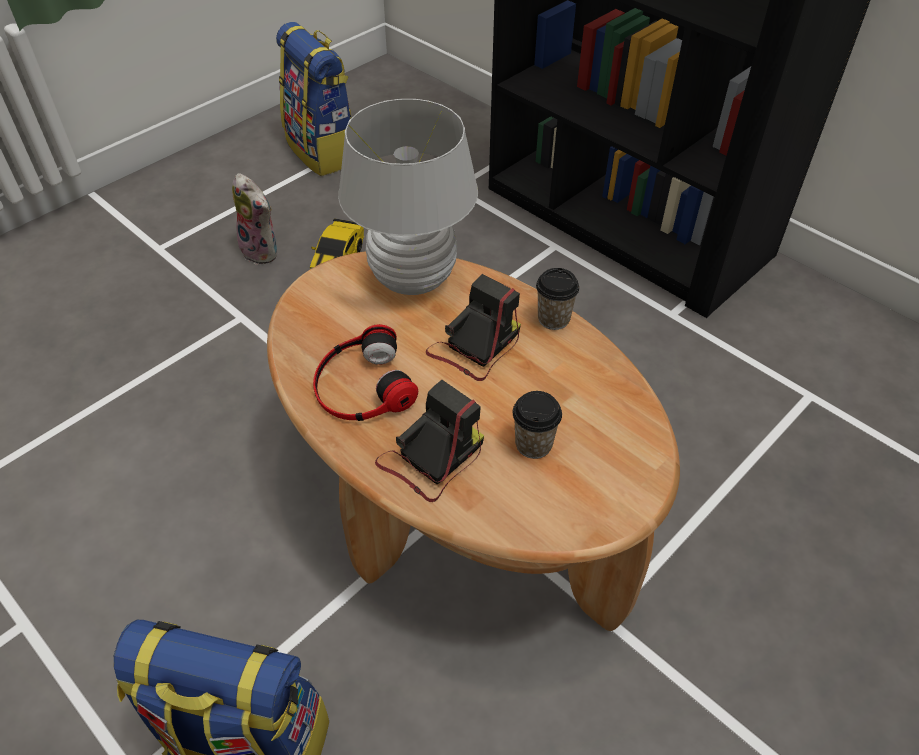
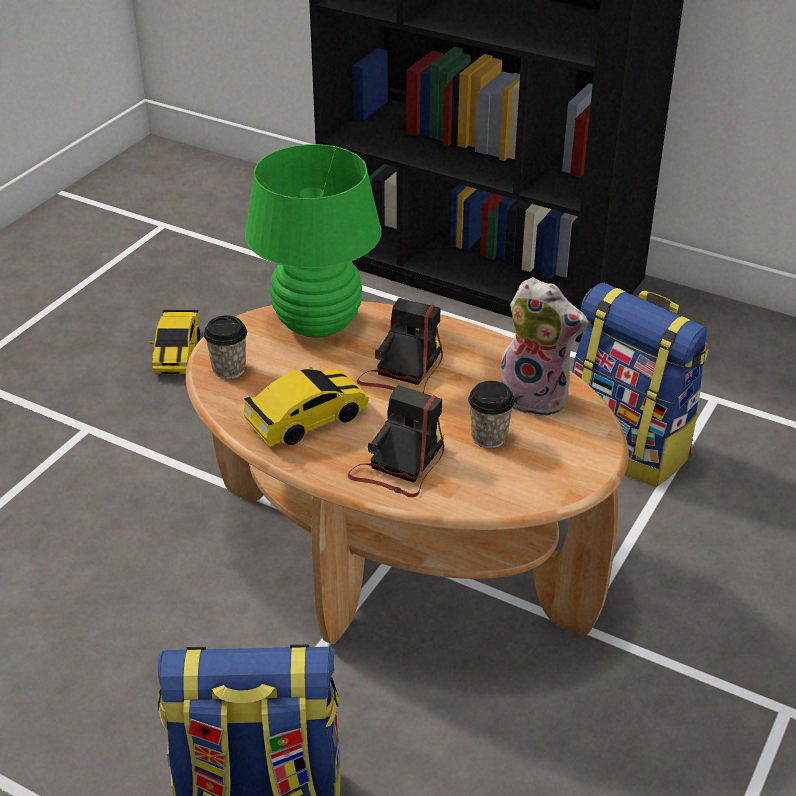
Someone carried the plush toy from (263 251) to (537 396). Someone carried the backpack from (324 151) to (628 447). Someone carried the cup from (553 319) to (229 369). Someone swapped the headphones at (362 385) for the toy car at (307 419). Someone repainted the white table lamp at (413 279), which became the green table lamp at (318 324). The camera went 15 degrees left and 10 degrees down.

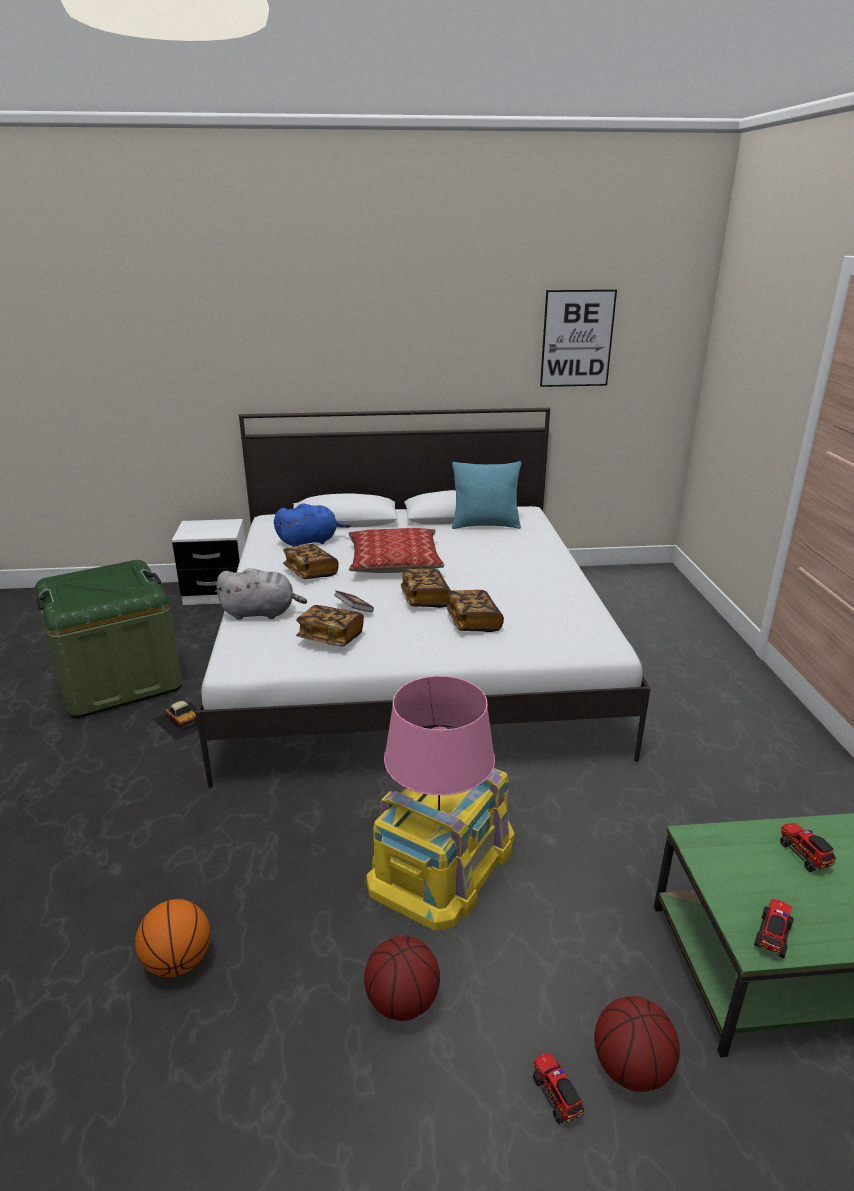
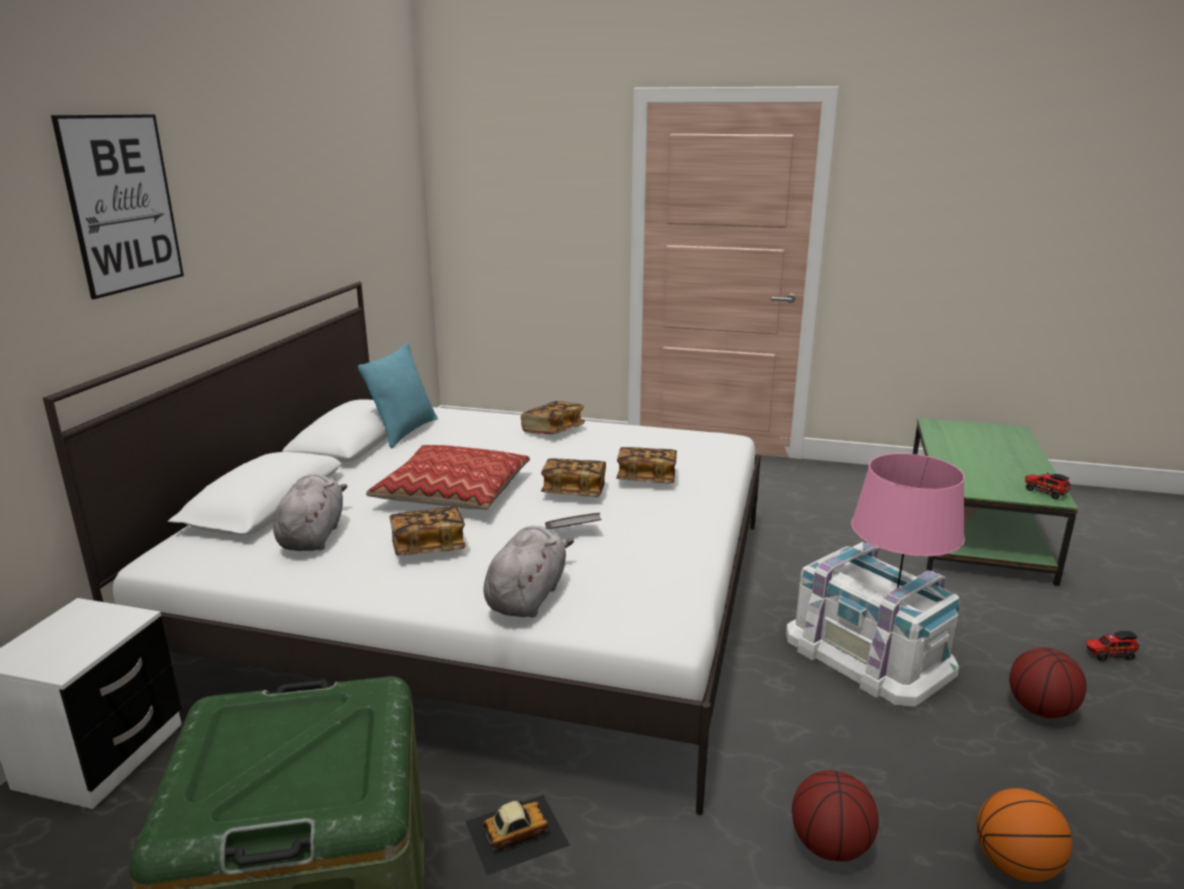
Someone took away the toy truck at (803 854). Someone carried the book from (331 637) to (553 431). Someone carried the picture from (577 339) to (122 203). Someone carried the basketball from (630 1067) to (829 846). Someone repainted the blue plush toy at (310 541), which became the grey plush toy at (313 536). Someone repainted the yellow storage box at (443 861), which became the white storage box at (869 653). The camera went 70 degrees left and 5 degrees down.

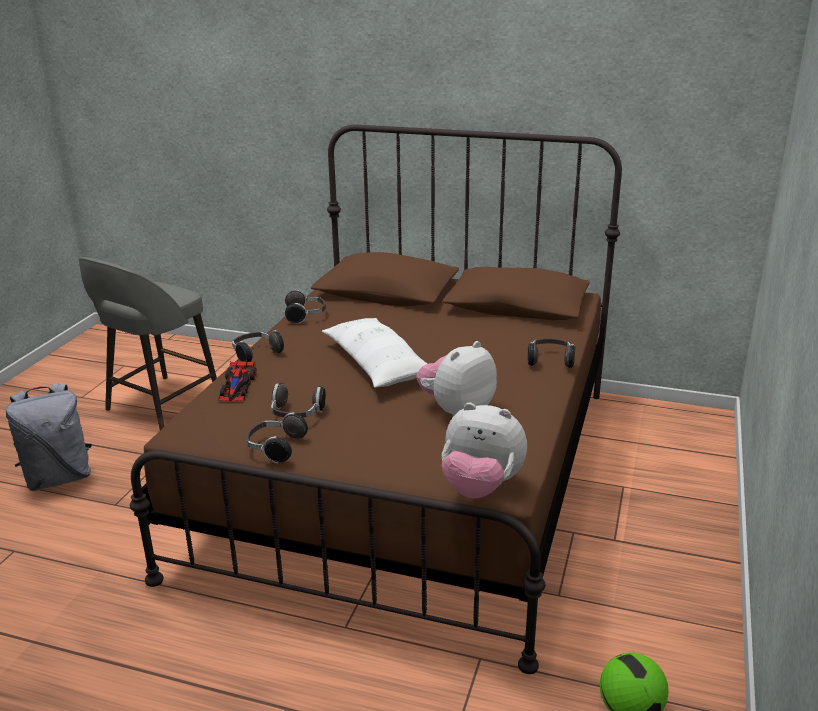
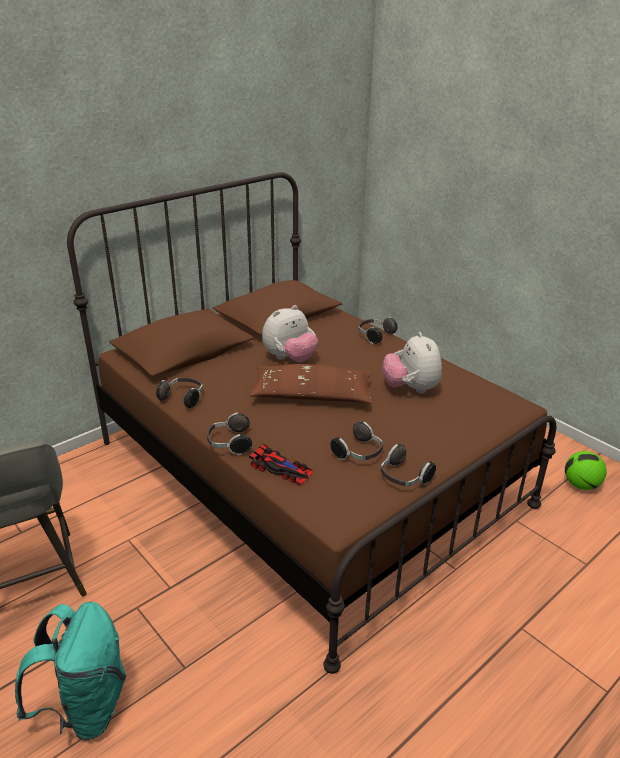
Someone carried the plush toy from (481 487) to (290 359). Someone repainted the grey backpack at (59 478), which became the turquoise backpack at (86 707). Someone repainted the white pillow at (376 364), which became the brown pillow at (311 395). The camera went 60 degrees left and 5 degrees up.

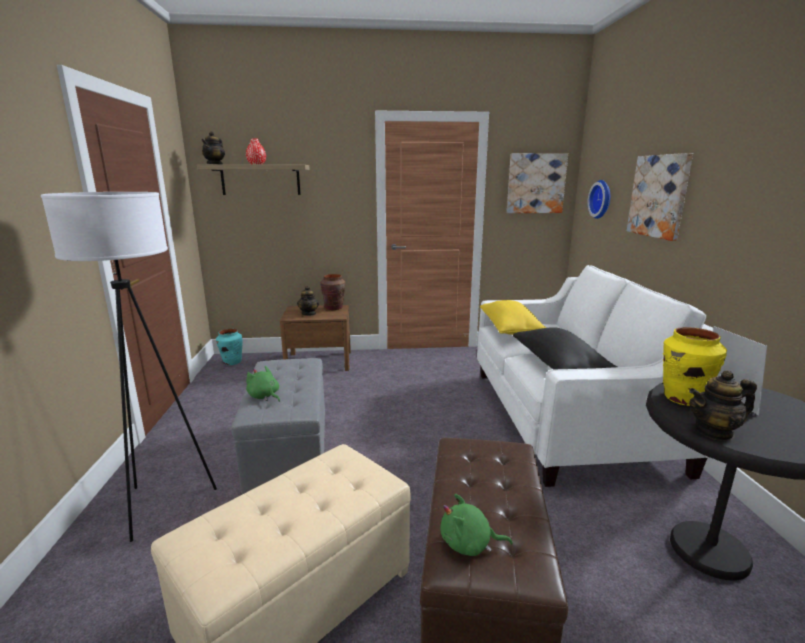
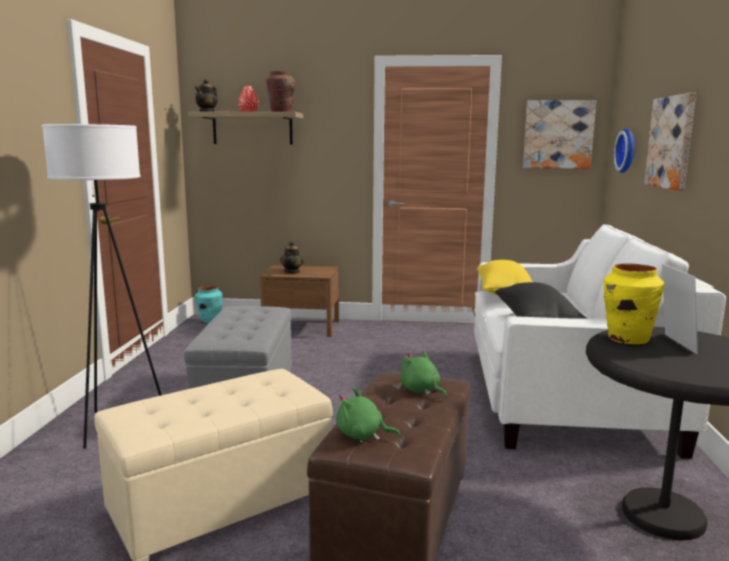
Someone took away the teapot at (714 432). Someone carried the green plush toy from (264 396) to (421 390). Someone carried the brown vase from (334 308) to (281 112). The camera went 10 degrees right and 5 degrees down.

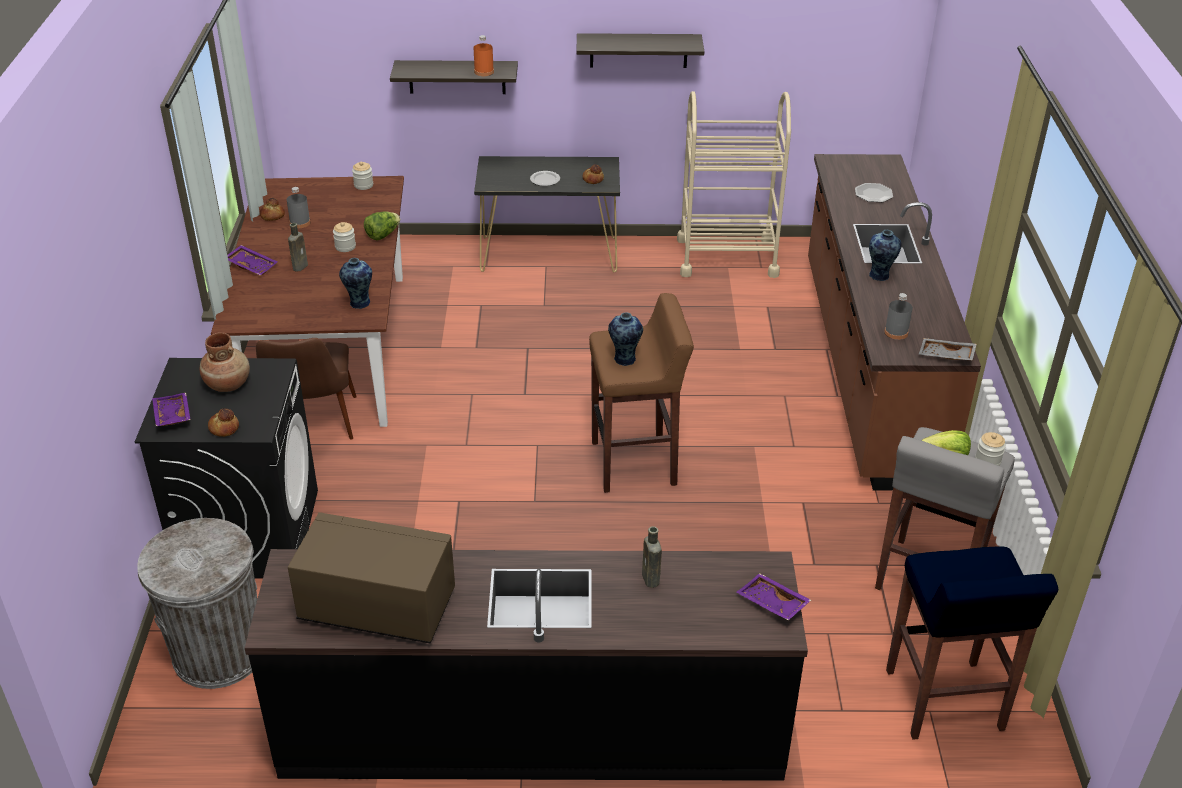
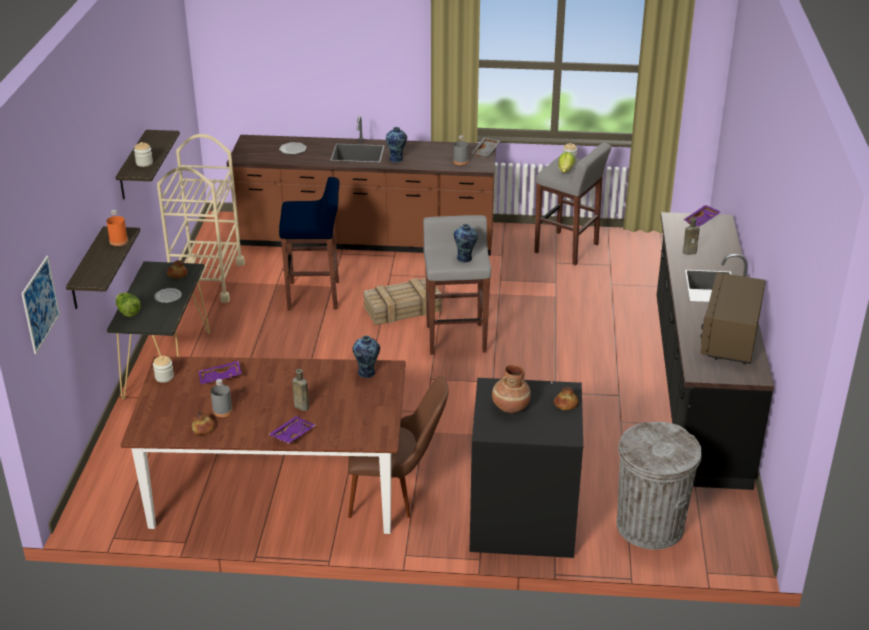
Someone put up the picture at (40 304). Someone put down the crate at (403 309). Someone carried the purple tray from (171 416) to (220 378). Someone carried the jar from (345 247) to (144 163). Someone carried the lettuce from (383 235) to (128 312). Someone carried the blue stool from (944 701) to (315 296). Someone repainted the brown stool at (635 463), which became the grey stool at (456 338). The camera went 85 degrees left and 5 degrees down.

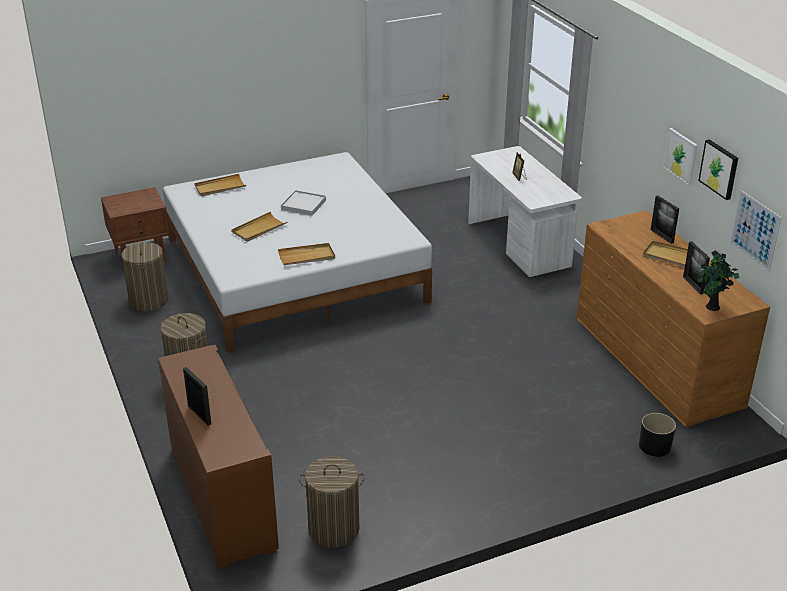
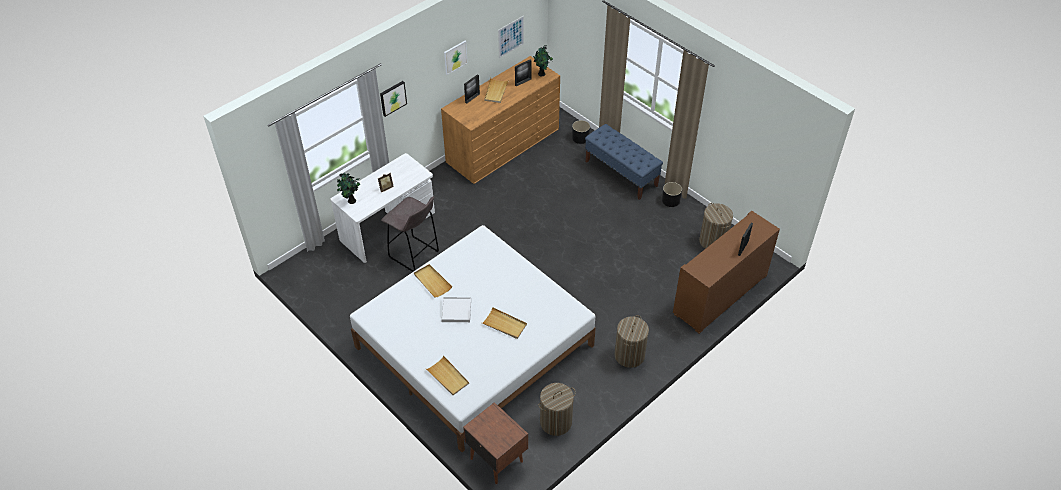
Someone put down the potted plant at (351 201). Someone put down the grey stool at (415 255). Someone put down the blue bench at (621 174). Someone put down the black planter at (671 200). Someone carried the beige tray from (307 256) to (432 282). Someone carried the picture from (719 169) to (392 98). The camera went 110 degrees left and 15 degrees up.

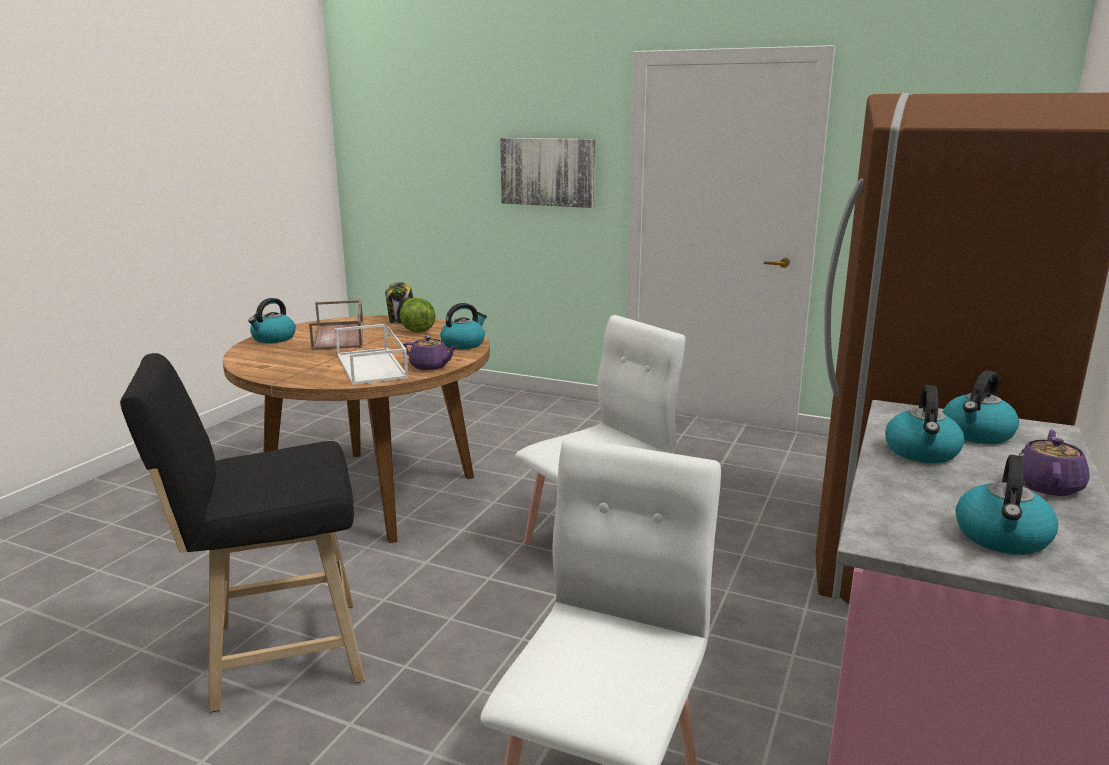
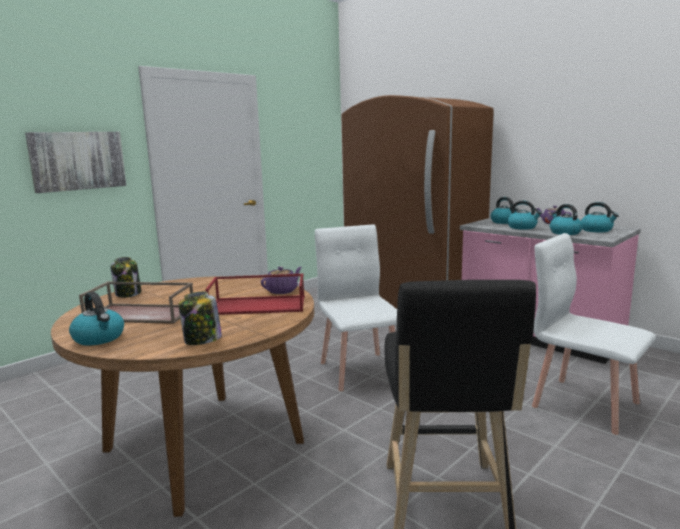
Someone took away the lettuce at (417 331). Someone put down the jar at (202 340). Someone carried the kettle from (463 344) to (564 232). Someone repainted the white tray at (372 366), which became the red tray at (259 305). The camera went 70 degrees left and 5 degrees down.

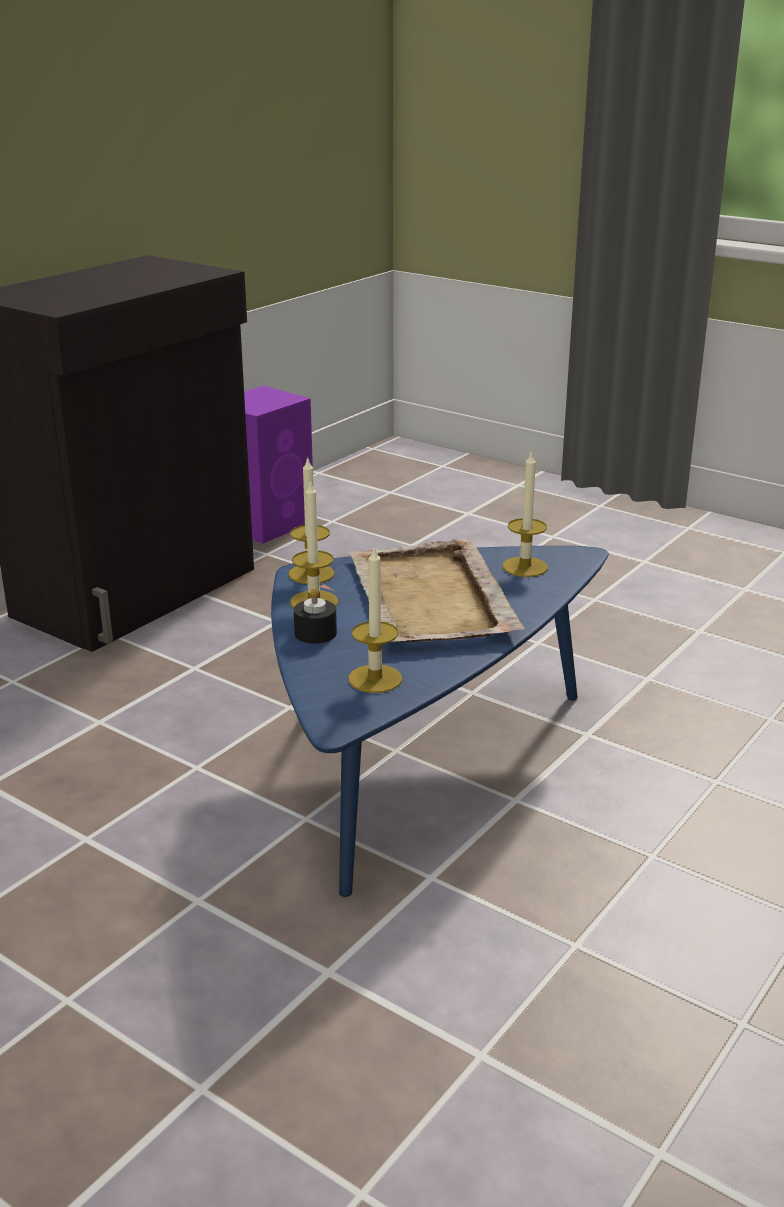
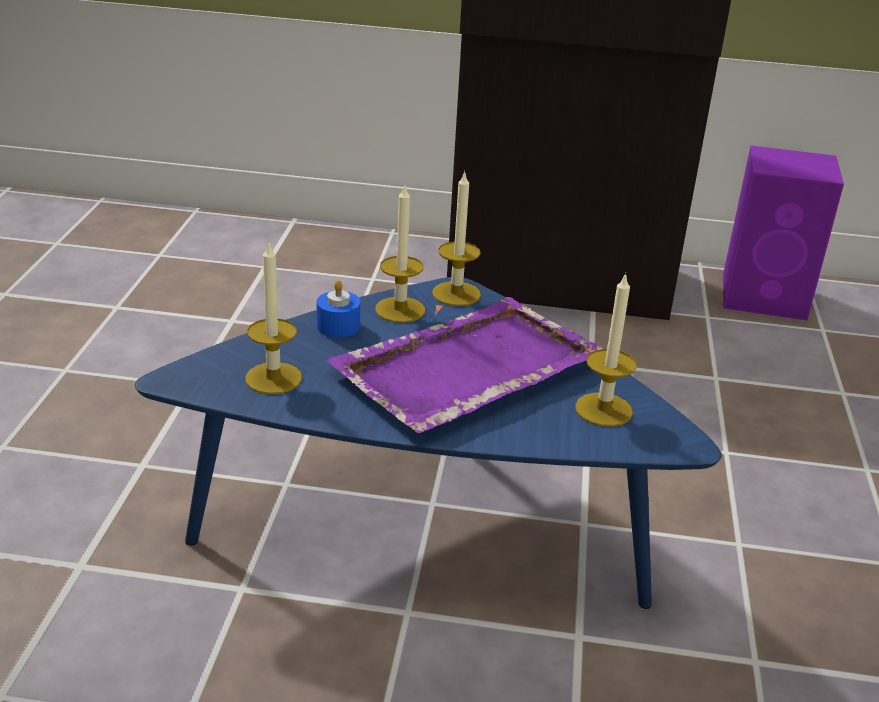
Someone repainted the black candle at (315 633), which became the blue candle at (338 326). Someone repainted the beige tray at (431 599), which became the purple tray at (465 369). The camera went 60 degrees right and 5 degrees up.

